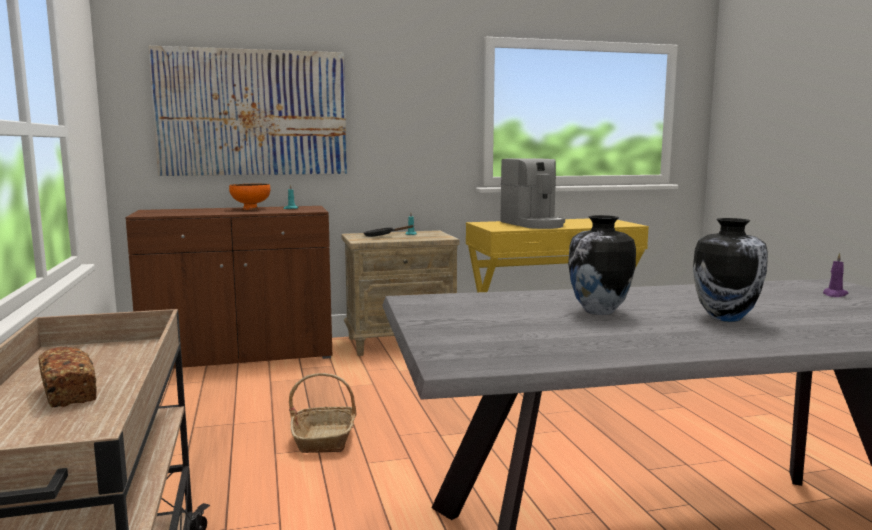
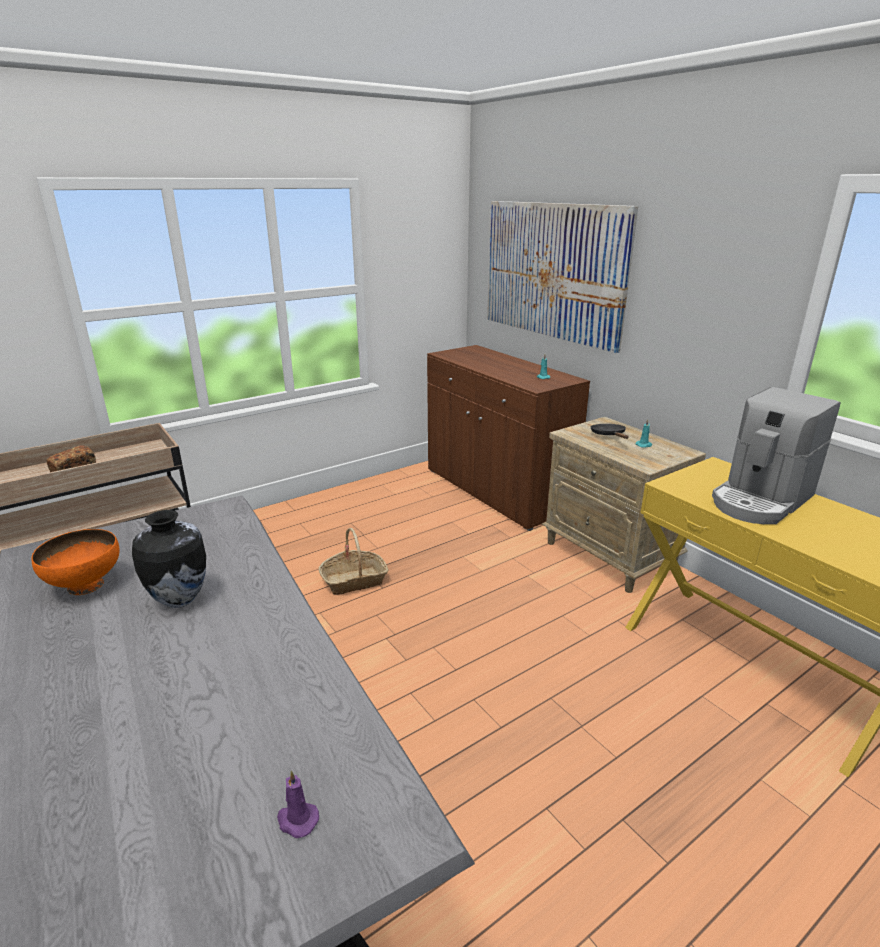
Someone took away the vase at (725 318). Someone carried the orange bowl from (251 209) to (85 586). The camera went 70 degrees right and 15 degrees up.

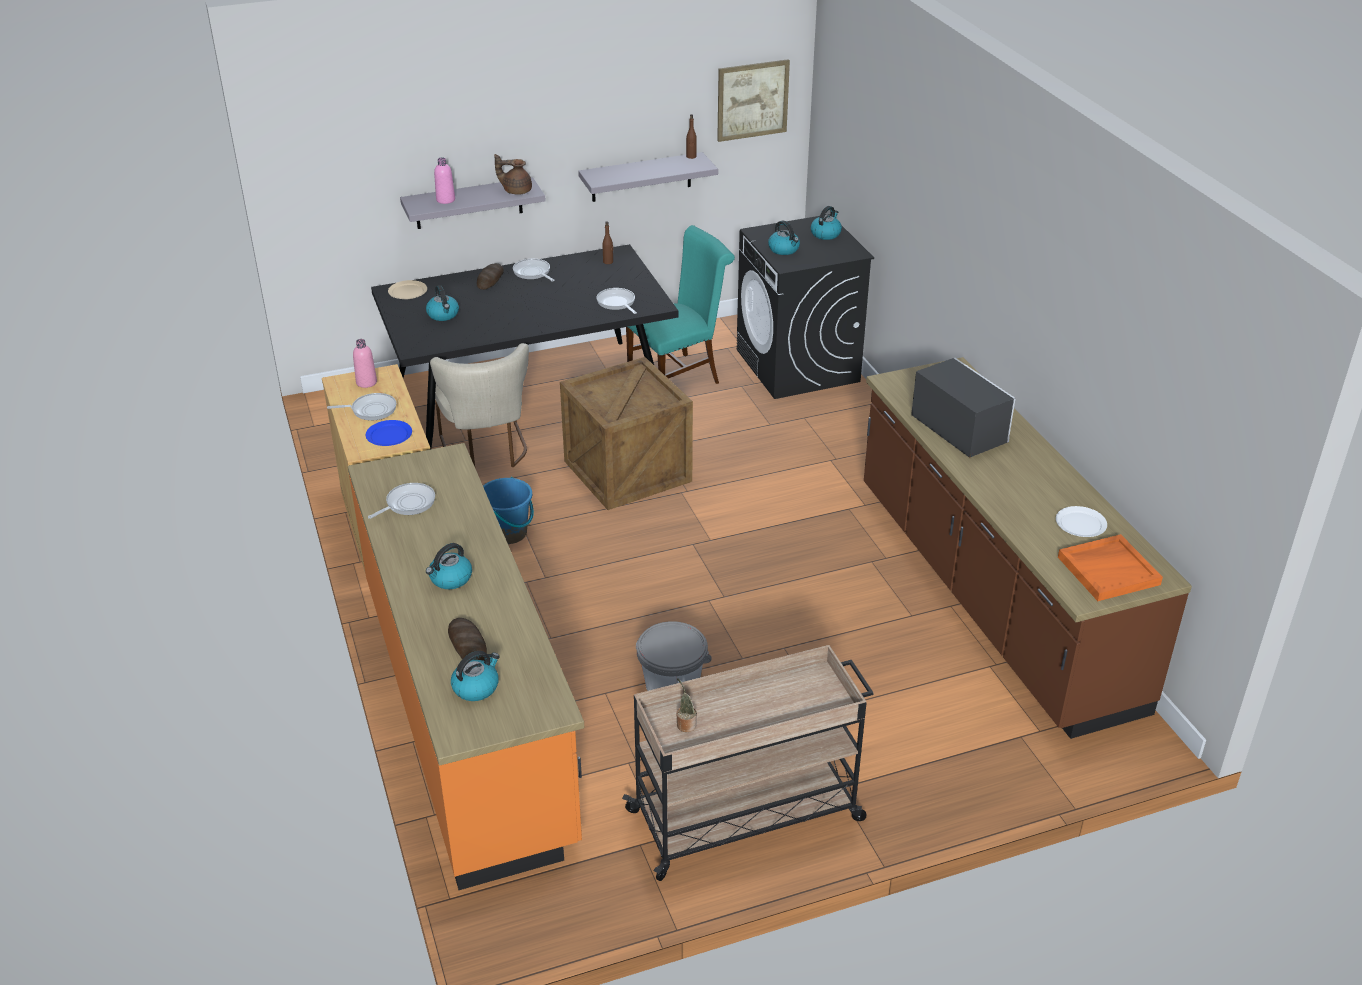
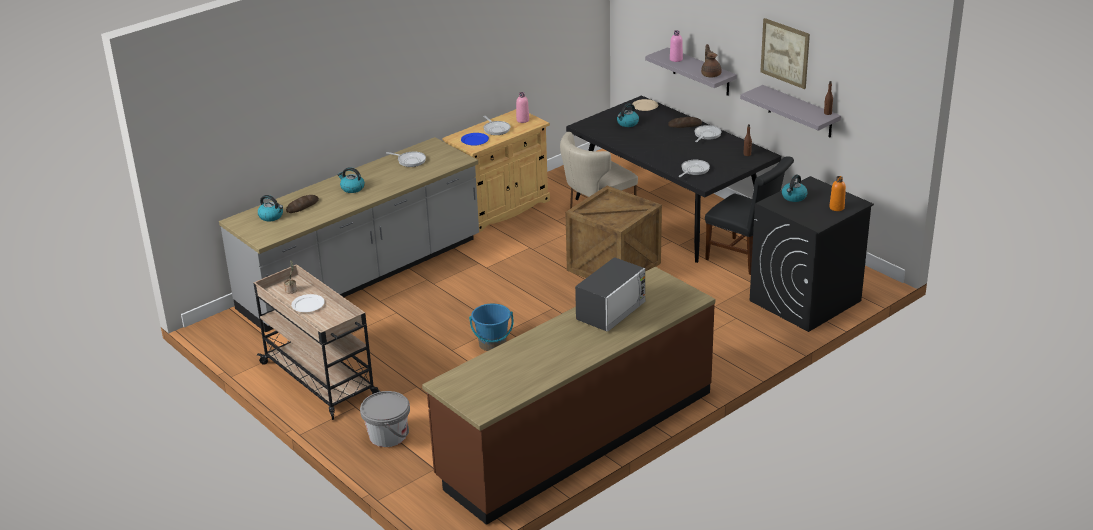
Someone took away the orange tray at (1108 570). Someone carried the blue bucket from (508 533) to (492 344). Someone carried the grey bucket from (672 684) to (388 435). Someone carried the picture from (752 100) to (785 53). Someone carried the white plate from (1080 524) to (308 305). Someone swapped the kettle at (825 234) for the orange bottle at (836 208). Someone repainted the orange counter at (468 709), which became the grey counter at (362 275). Someone repainted the turquoise chair at (678 375), which became the black chair at (745 257). The camera went 70 degrees right and 5 degrees down.

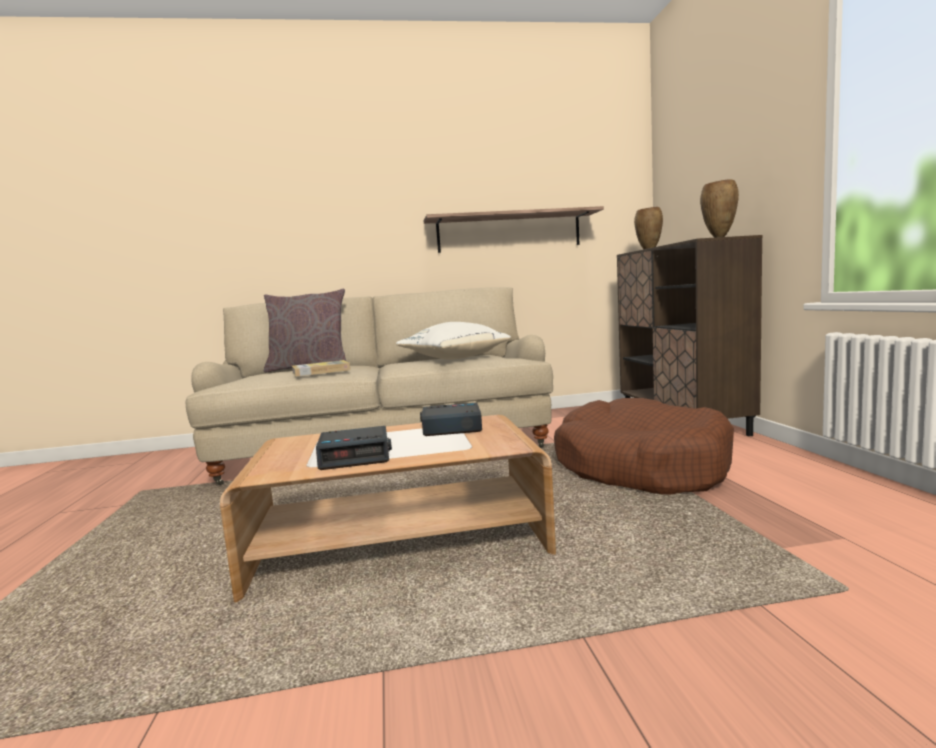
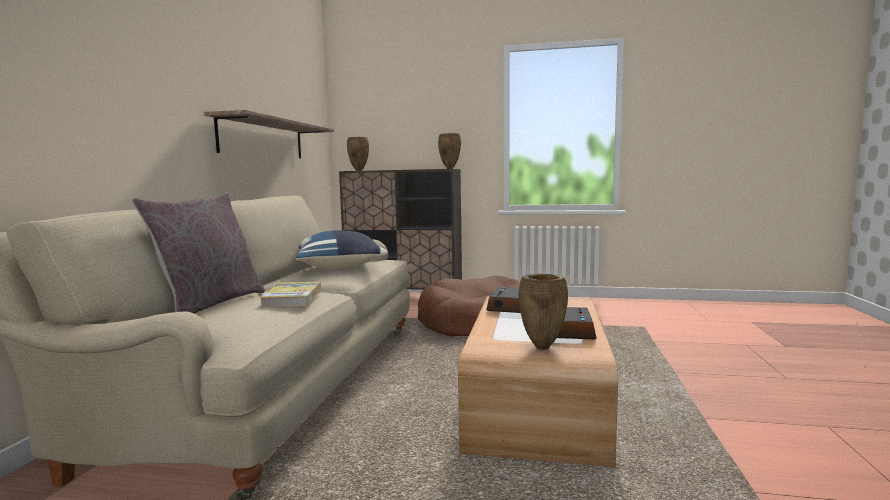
Someone put down the brown vase at (542 347). Someone repainted the white pillow at (455 359), which became the blue pillow at (340 267). The camera went 70 degrees left and 0 degrees up.

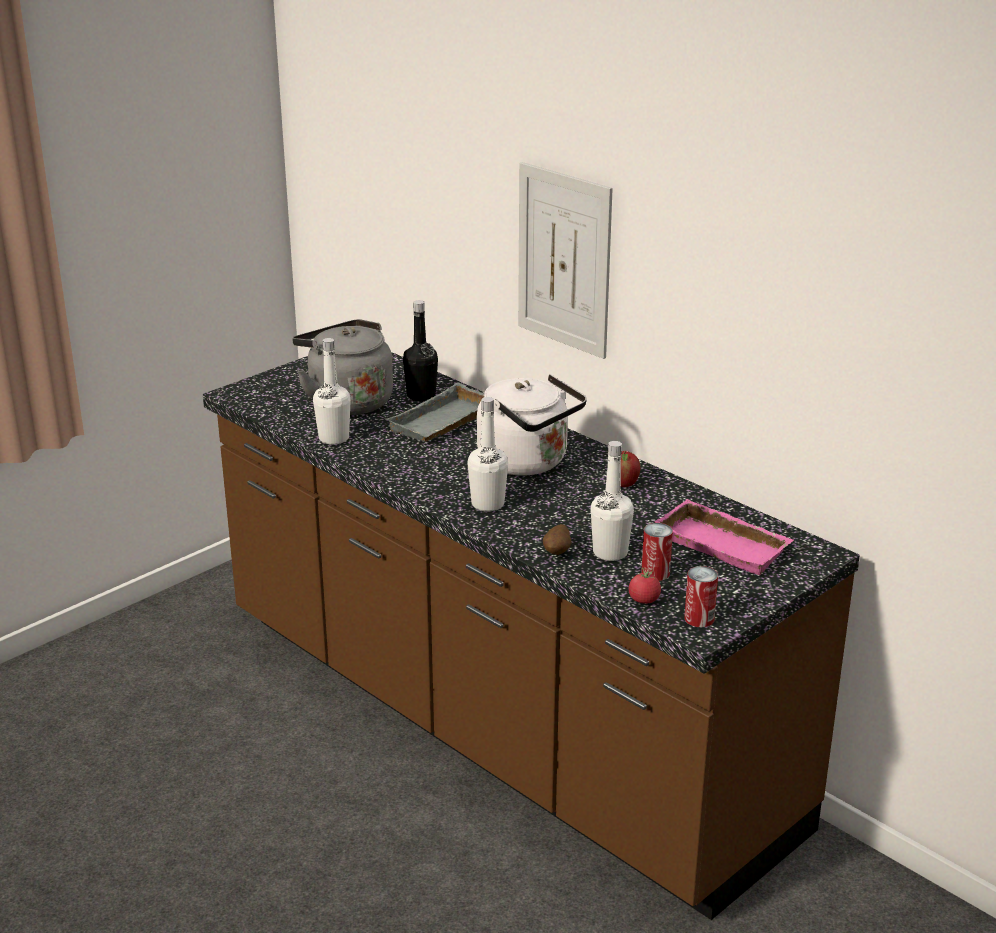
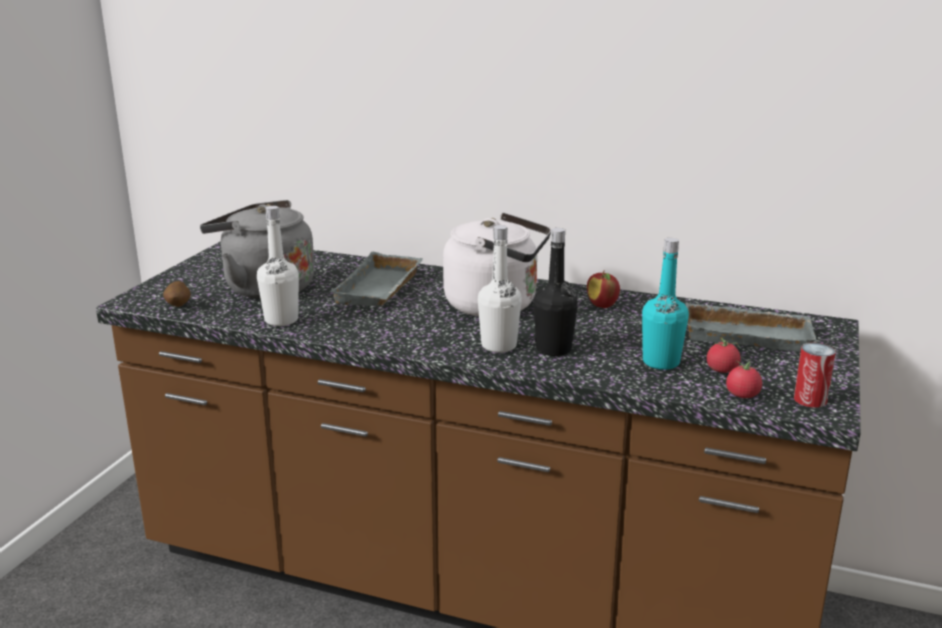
Someone took away the picture at (564 260). Someone carried the black bottle from (421 396) to (553 349). Someone carried the potato from (557 552) to (178 306). Someone swapped the can at (655 573) for the tomato at (722 370). Someone repainted the white bottle at (610 552), which became the turquoise bottle at (661 362). Someone repainted the pink tray at (725 544), which became the grey tray at (748 334). The camera went 25 degrees left and 5 degrees down.

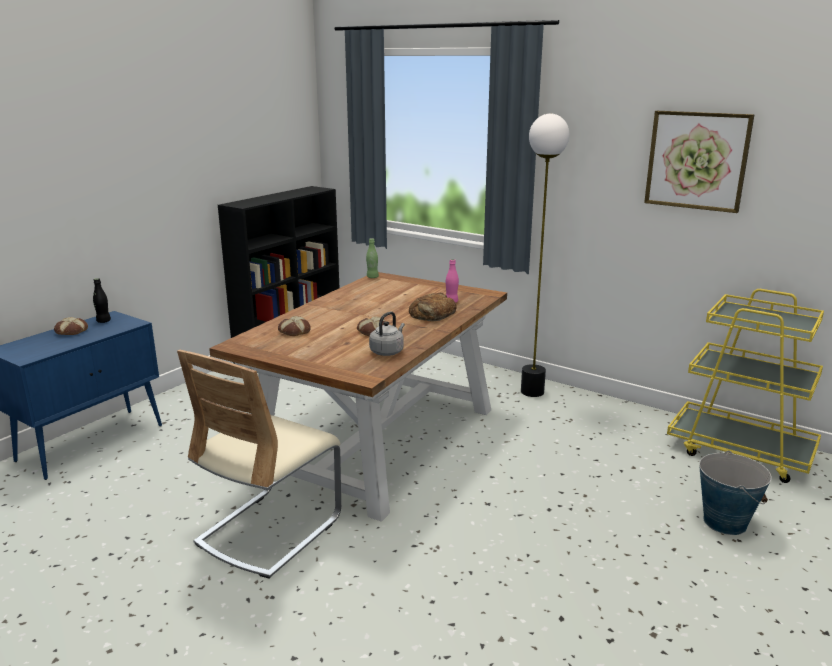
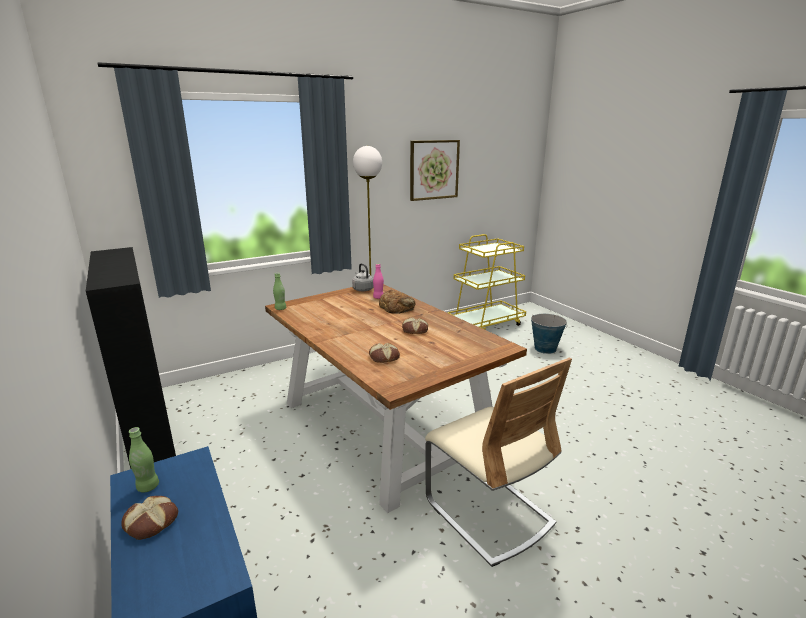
Someone carried the grey kettle from (388 351) to (362 289). Someone repainted the black bottle at (103 321), which became the green bottle at (148 487). The camera went 65 degrees left and 0 degrees up.

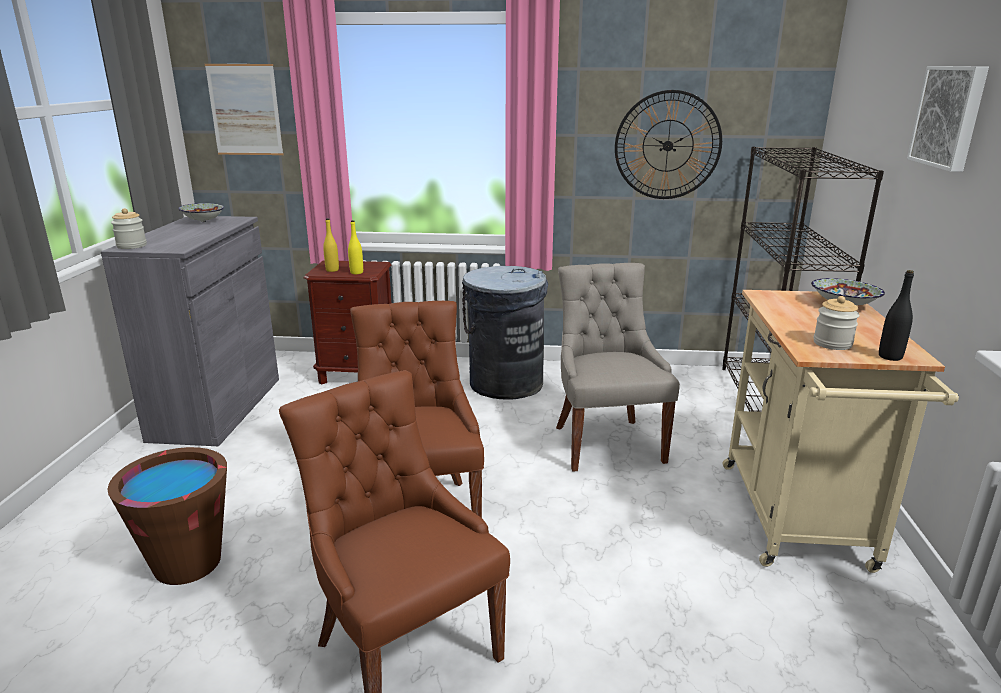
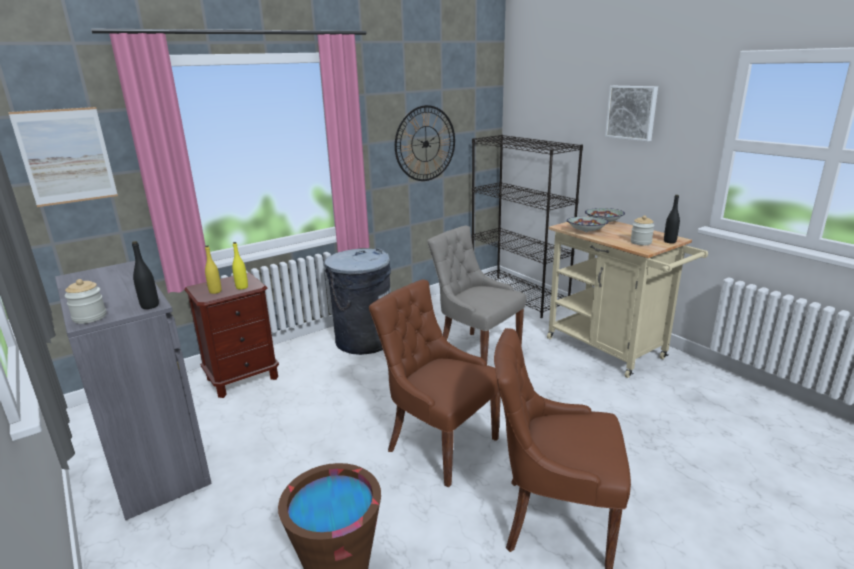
Someone put down the black bottle at (150 306). Someone carried the bowl from (203 221) to (586 232). The camera went 40 degrees left and 0 degrees up.

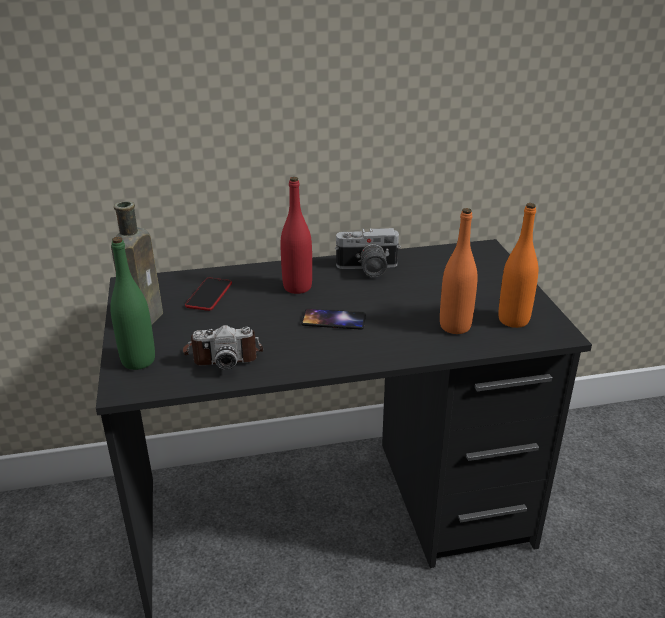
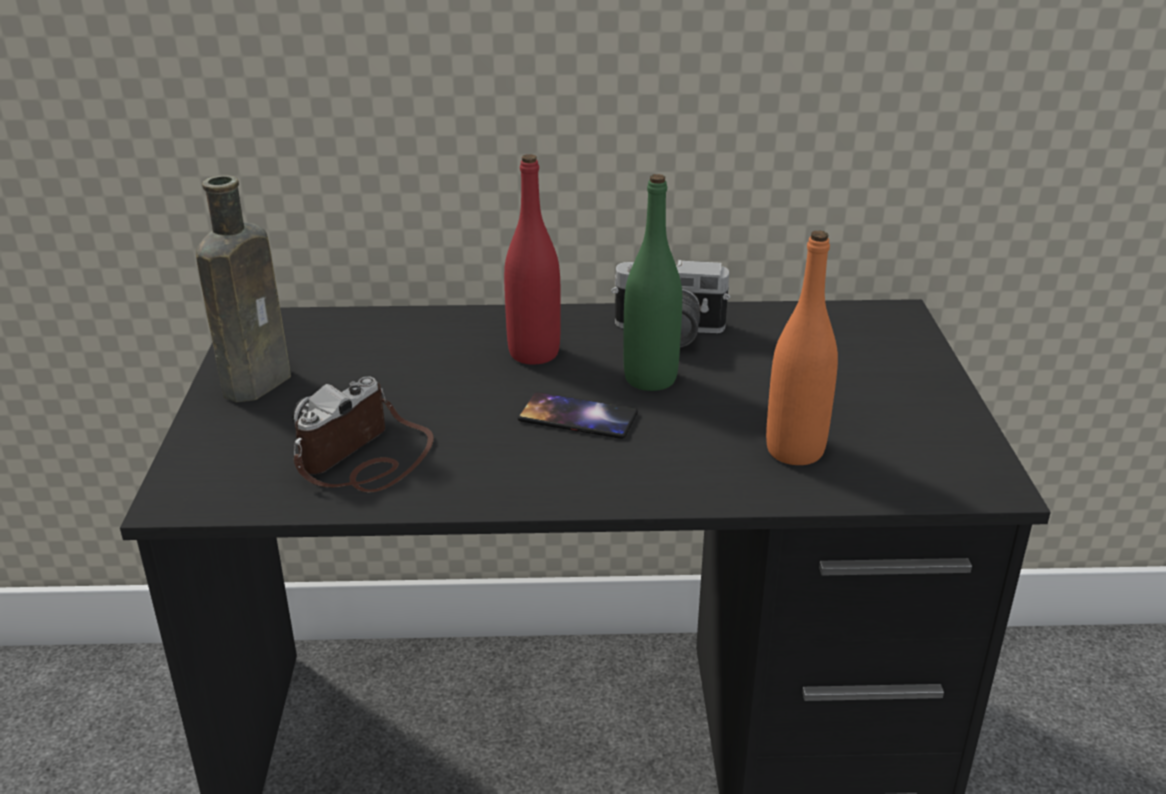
Someone took away the phone at (209 295). Someone took away the orange bottle at (513 320). Someone carried the green bottle from (138 361) to (650 379). Someone rotated the photo camera at (223 354) by 120 degrees clockwise. The camera went 10 degrees right and 0 degrees up.

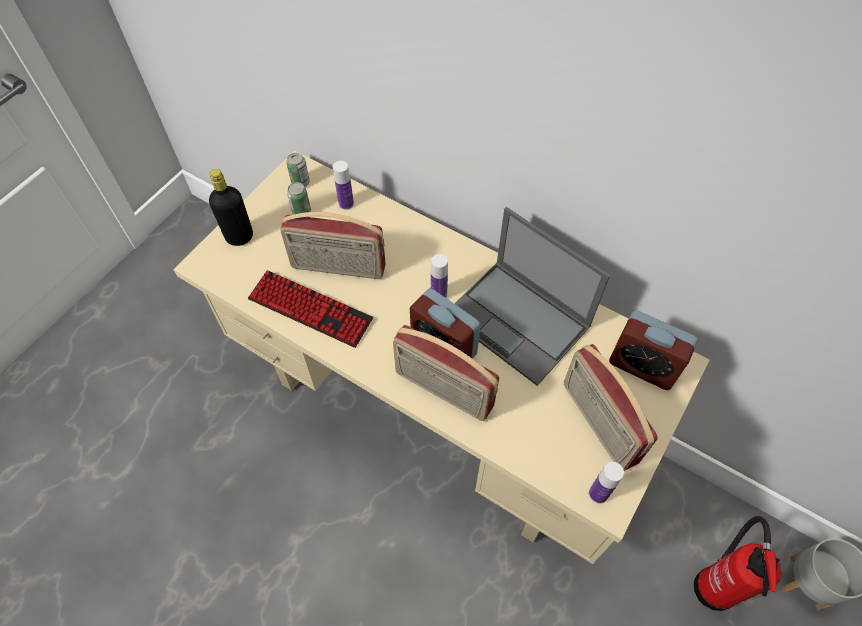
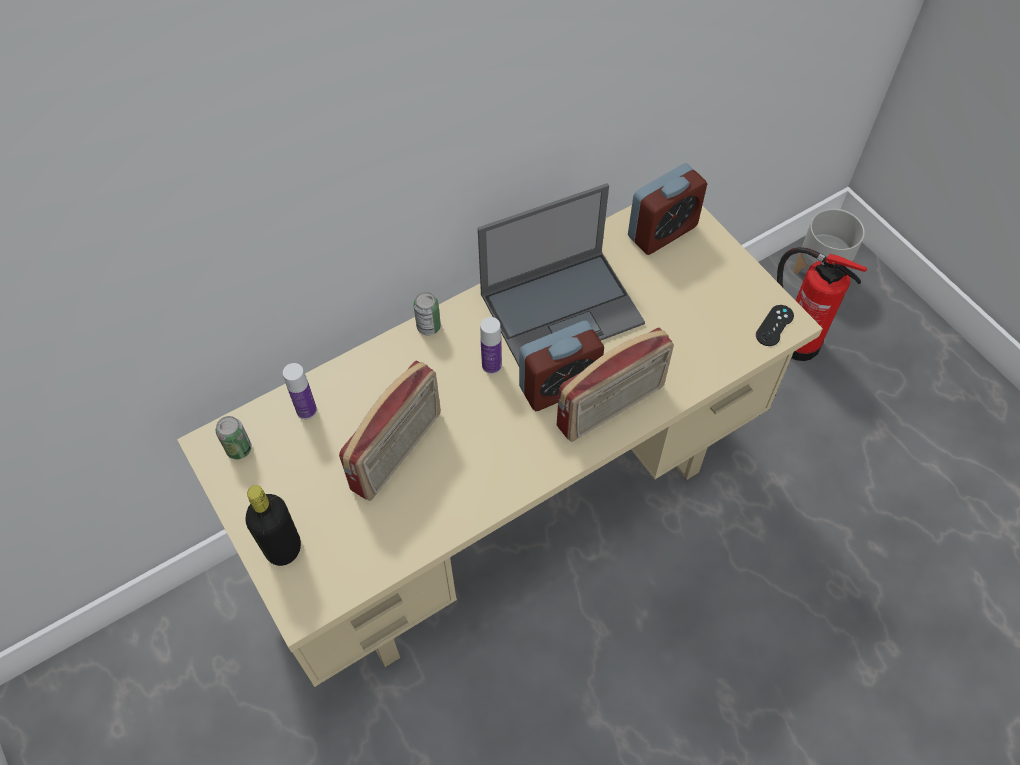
Someone took away the keyboard at (310 309). Someone took away the radio at (597 423). Someone carried the can from (301 212) to (428 327). Someone swapped the bottle at (598 493) for the black game controller at (774 325). The camera went 65 degrees left and 0 degrees up.

